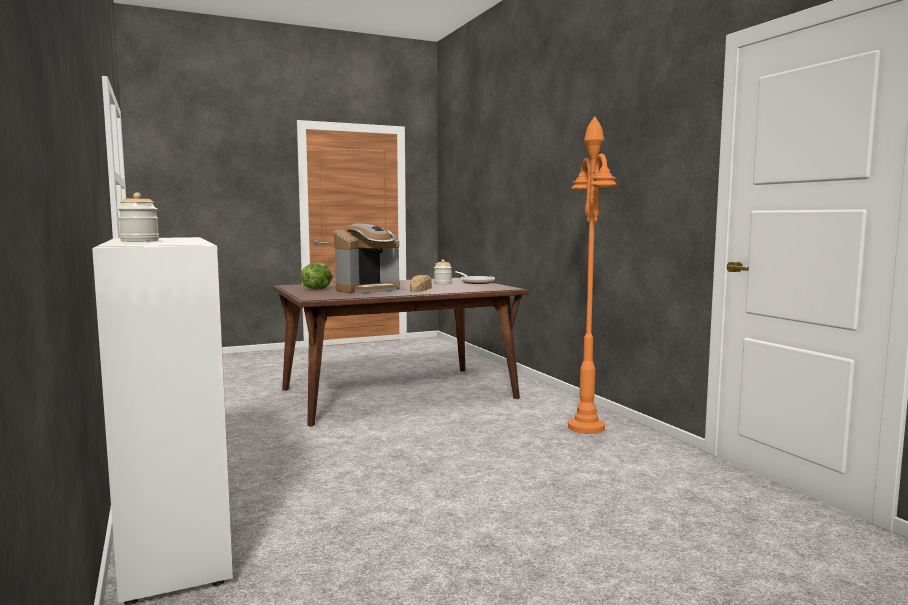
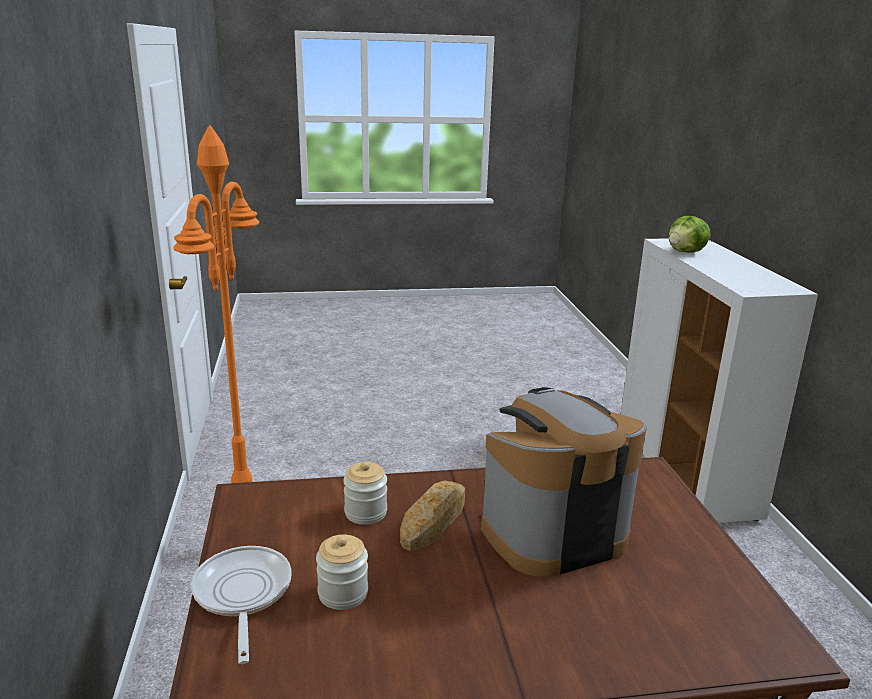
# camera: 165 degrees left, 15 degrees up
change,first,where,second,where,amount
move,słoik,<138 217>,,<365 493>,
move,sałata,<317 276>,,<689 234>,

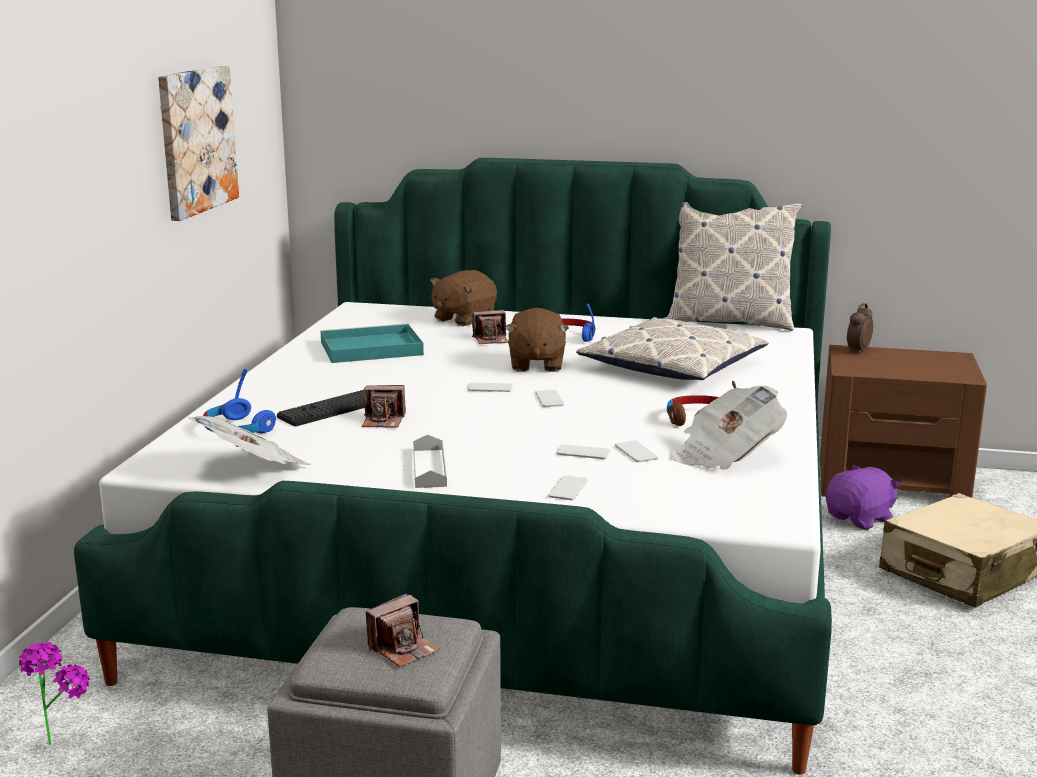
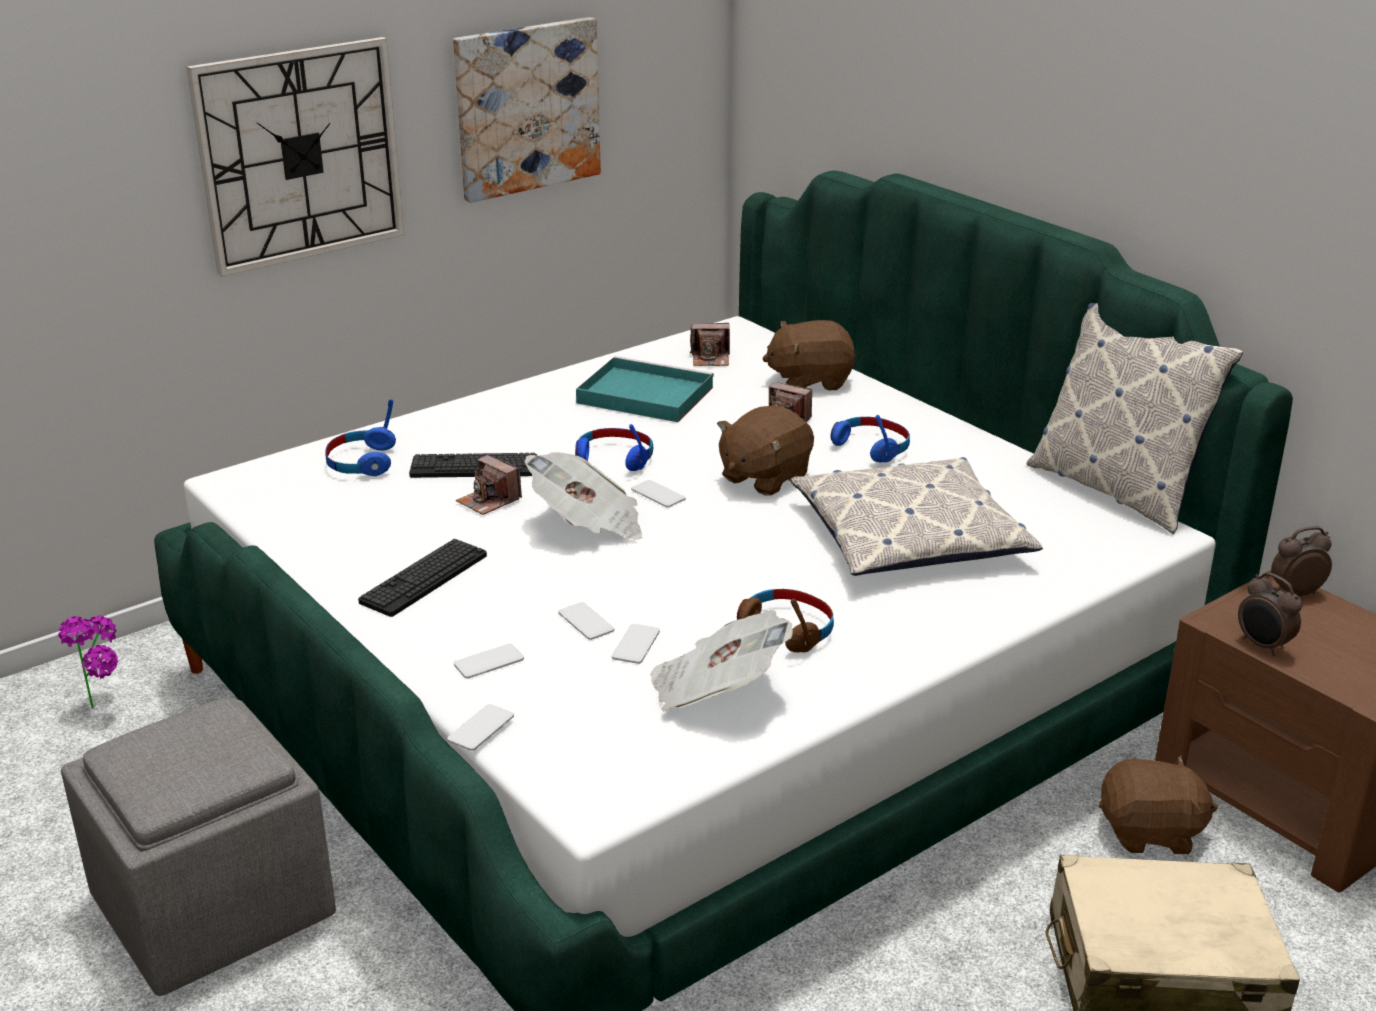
# camera: 40 degrees right, 10 degrees up
change,first,where,second,where,amount
move,telefon,<550 398>,,<480 727>,
move,gazeta,<250 440>,,<583 496>,
replace,taca (szary),<430 461>,klawiatura,<422 577>,
recolor,pluszak (fioletowy),<863 497>,pluszak (brązowy),<1158 804>,
move,aparat fotograficzny,<403 630>,,<710 344>,
insert,,,zegar ścienny,<295 157>,
insert,,,słuchawki (niebieski),<614 447>,
insert,,,budzik,<1270 614>,

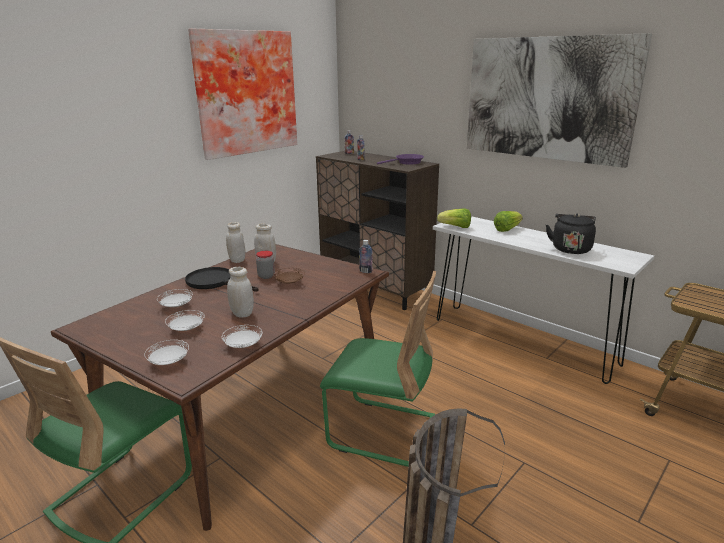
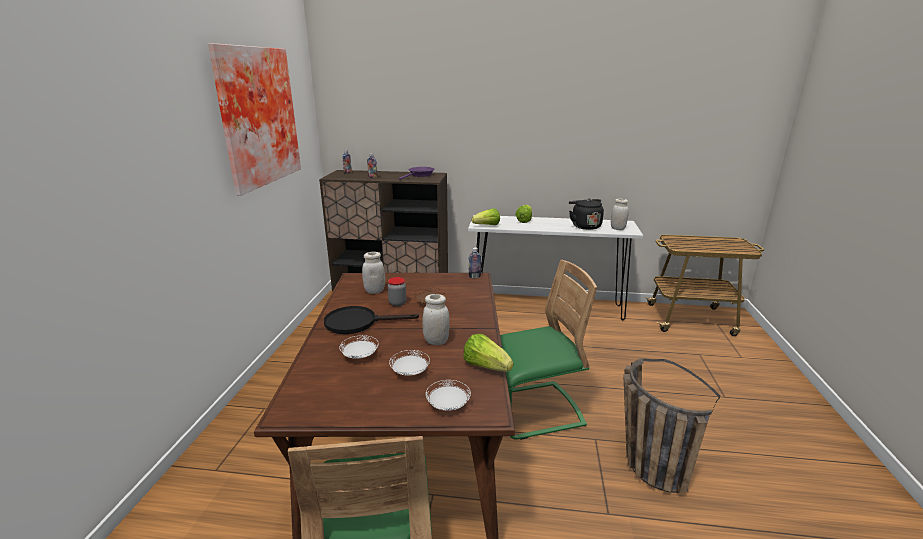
# camera: 35 degrees left, 0 degrees up
change,first,where,second,where,amount
delete,obraz,<559 100>,,,
move,słoik (biały),<235 242>,,<620 214>,
replace,talerz (biały),<242 336>,sałata,<488 353>,

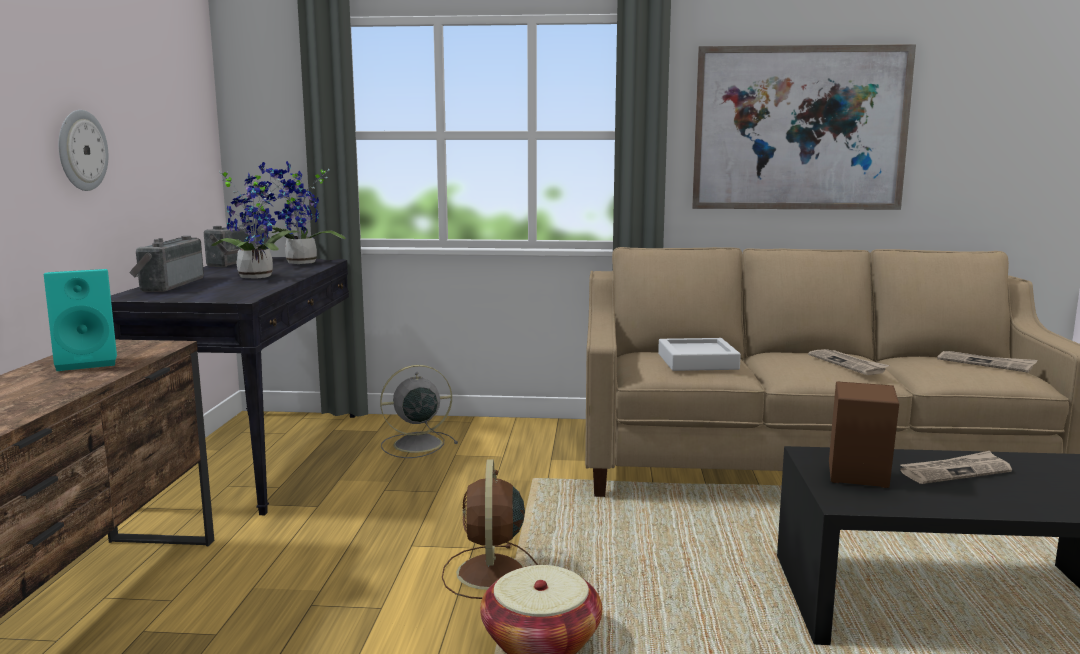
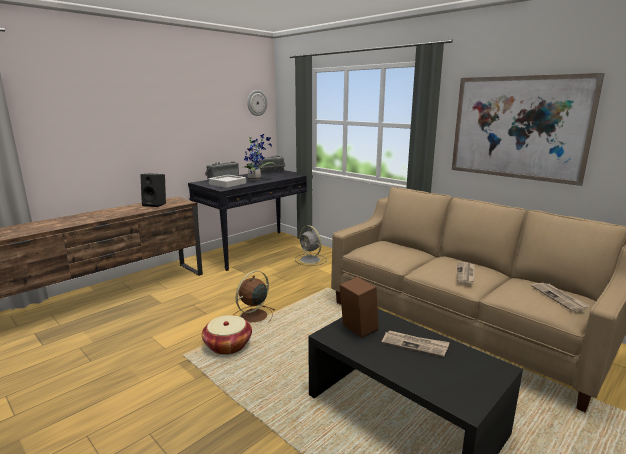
# camera: 40 degrees right, 5 degrees up
change,first,where,second,where,amount
move,zegar ścienny,<83 150>,,<257 103>,
delete,roślina doniczkowa,<303 212>,,,
recolor,głośnik (turkusowy),<80 320>,głośnik (czarny),<153 190>,
move,taca (szary),<699 354>,,<227 181>,
rotate,wentylator (szary),<419 411>,,<311 245>,150 degrees counterclockwise

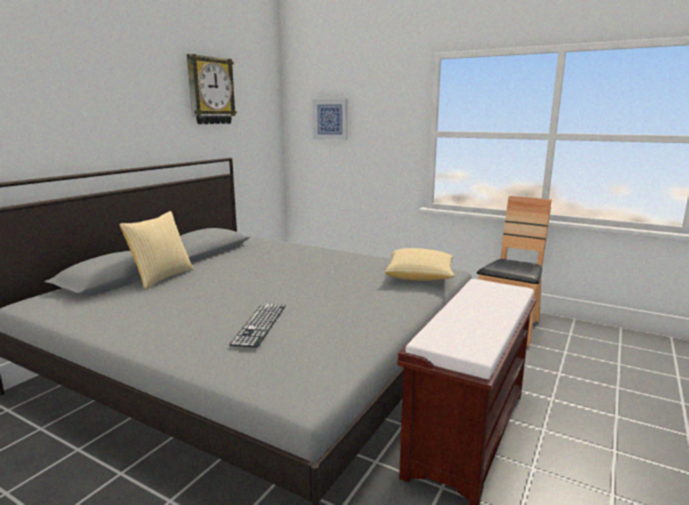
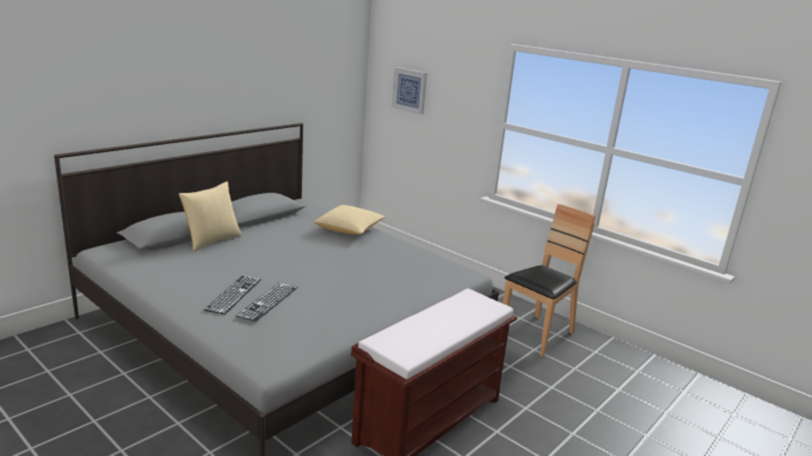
# camera: 10 degrees right, 5 degrees up
change,first,where,second,where,amount
delete,zegar ścienny,<212 89>,,,
move,poduszka,<420 264>,,<350 220>,
insert,,,klawiatura,<232 295>,

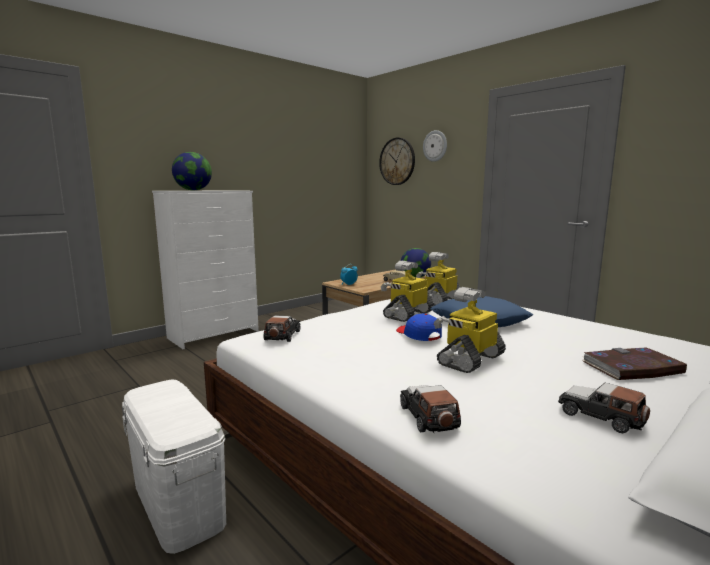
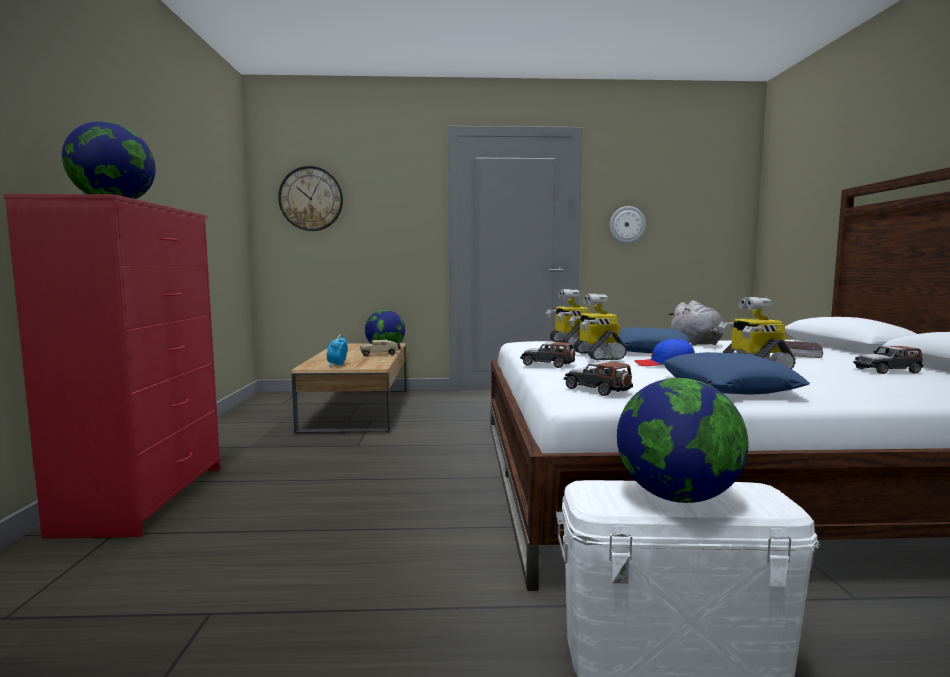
# camera: 50 degrees left, 5 degrees down
change,first,where,second,where,amount
move,zegar ścienny,<435 146>,,<627 225>,
recolor,komoda (biały),<205 270>,komoda (czerwony),<112 366>,
move,samochodzik,<430 409>,,<547 355>,
insert,,,pluszak (szary),<696 323>,
insert,,,poduszka (niebieski),<736 373>,
insert,,,globus,<682 440>,

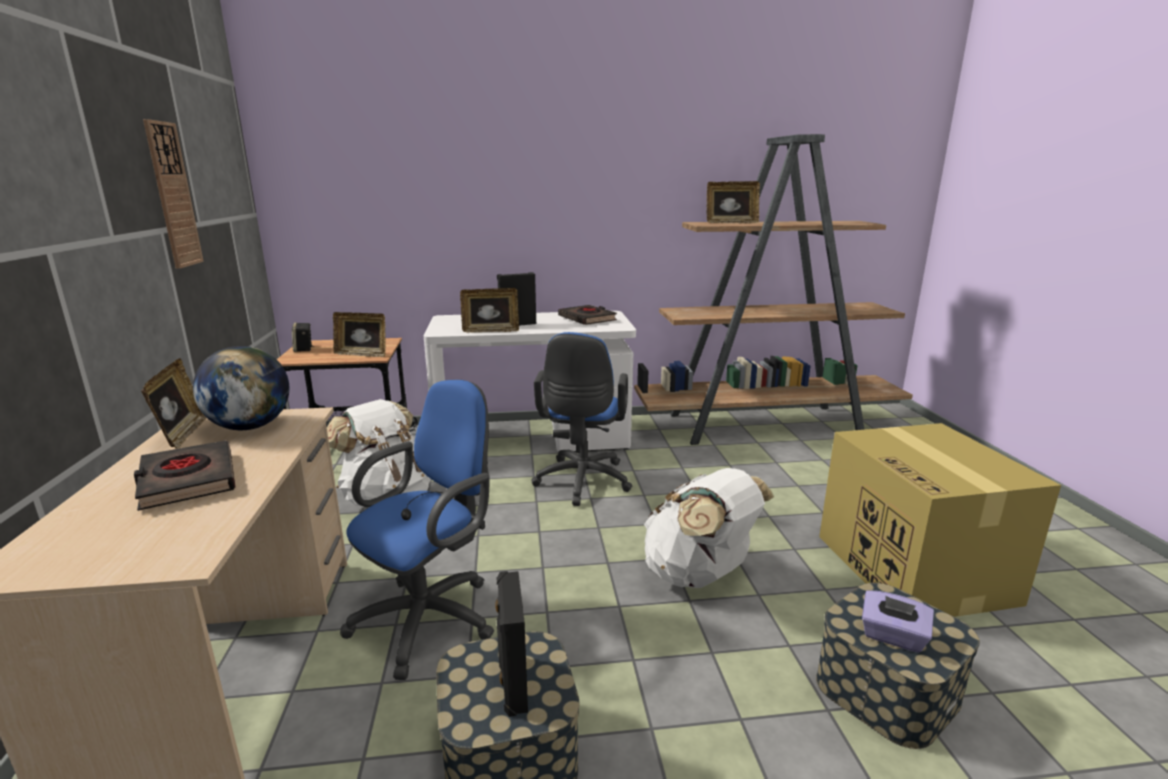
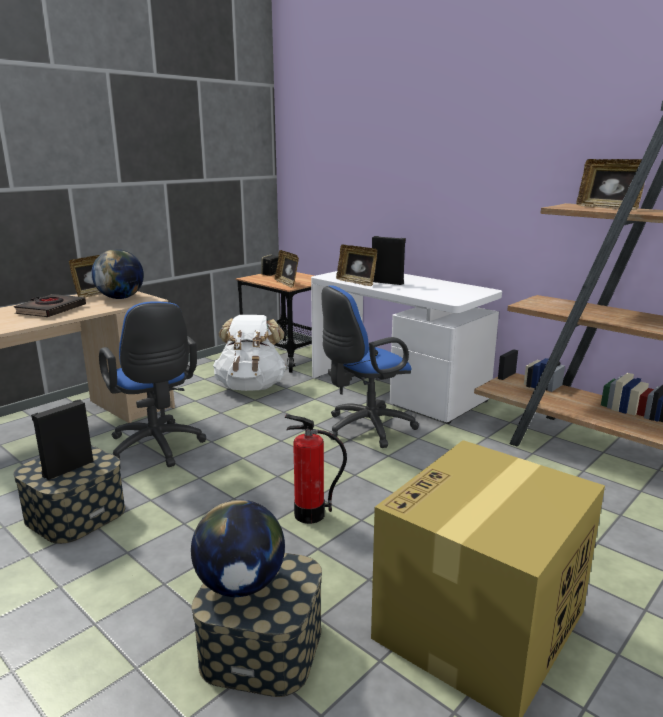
# camera: 50 degrees right, 0 degrees up
change,first,where,second,where,amount
delete,zegar ścienny,<173 194>,,,
delete,książka (czarny),<587 315>,,,
rotate,krzesło biurowe (niebieski),<417 530>,,<153 384>,60 degrees clockwise
replace,plecak (biały),<709 528>,gaśnica,<316 469>,
replace,pudełko chusteczek (fioletowy),<898 622>,globus,<238 548>,

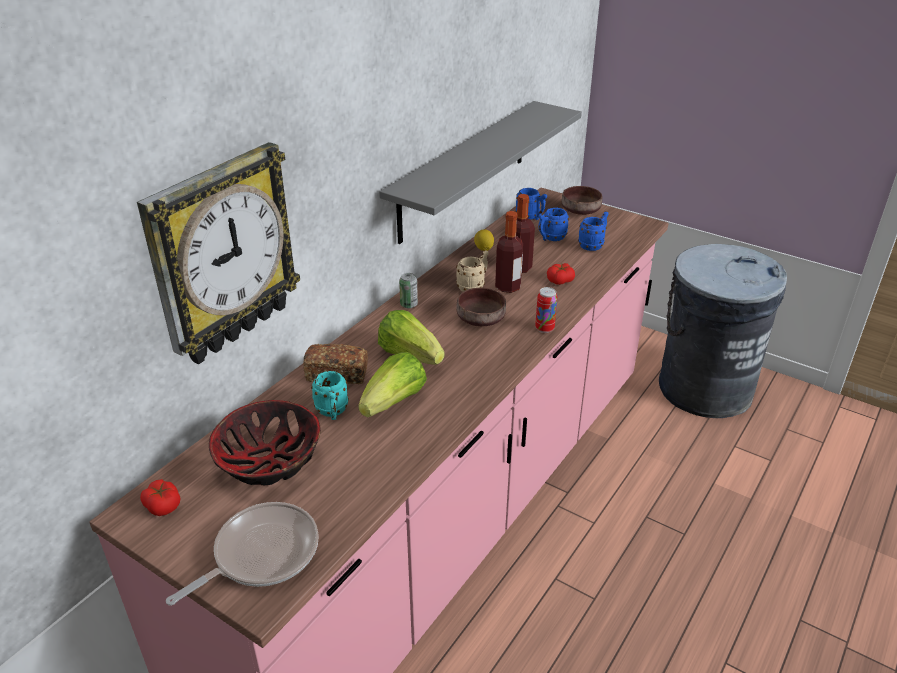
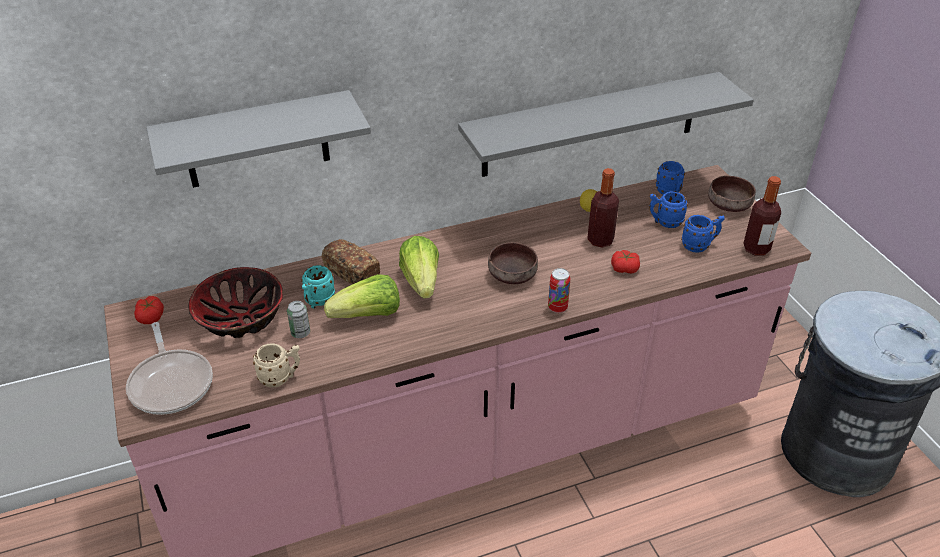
# camera: 35 degrees right, 5 degrees up
change,first,where,second,where,amount
replace,zegar ścienny,<218 253>,półka (szary),<258 139>,
move,butelka,<509 252>,,<762 215>,
move,kubek (beżowy),<472 271>,,<276 365>,
move,puszka,<408 290>,,<298 319>,
rotate,patelnia,<242 554>,,<169 368>,75 degrees clockwise

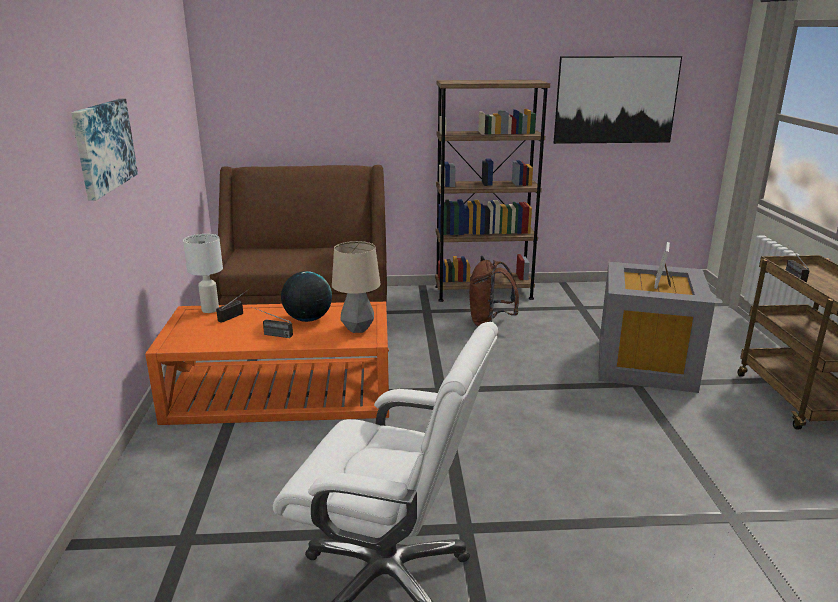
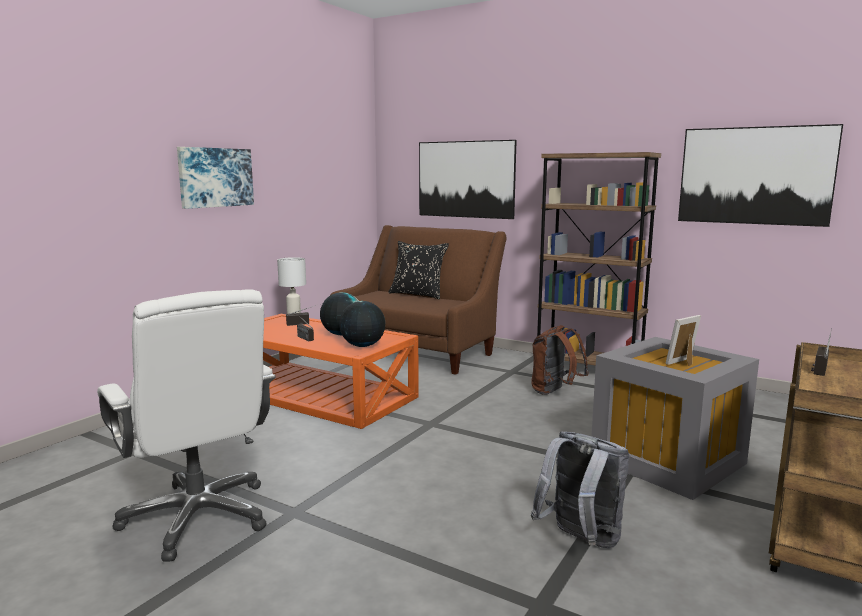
# camera: 35 degrees right, 10 degrees down
change,first,where,second,where,amount
replace,lampa stołowa,<356 287>,globus,<362 324>,
insert,,,obraz,<468 179>,
insert,,,poduszka (czarny),<418 270>,
insert,,,plecak (szary),<580 490>,

